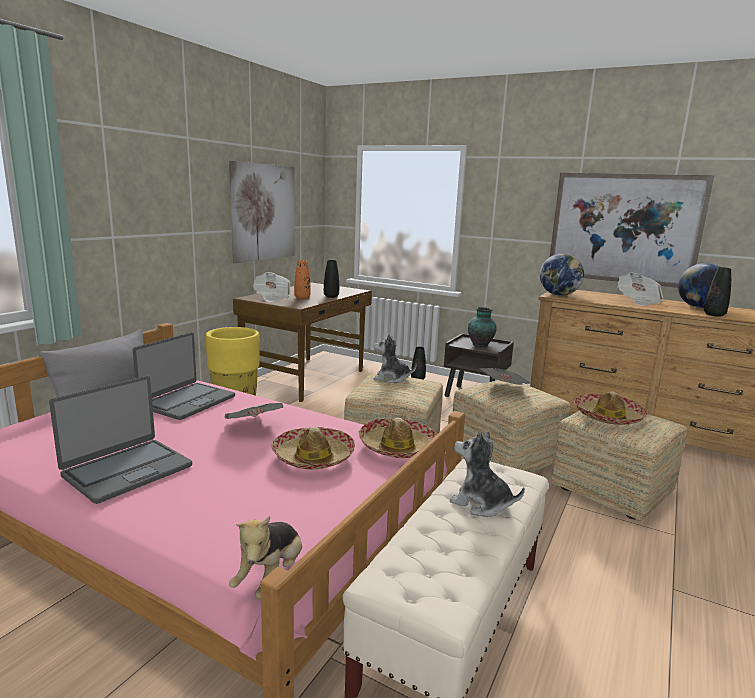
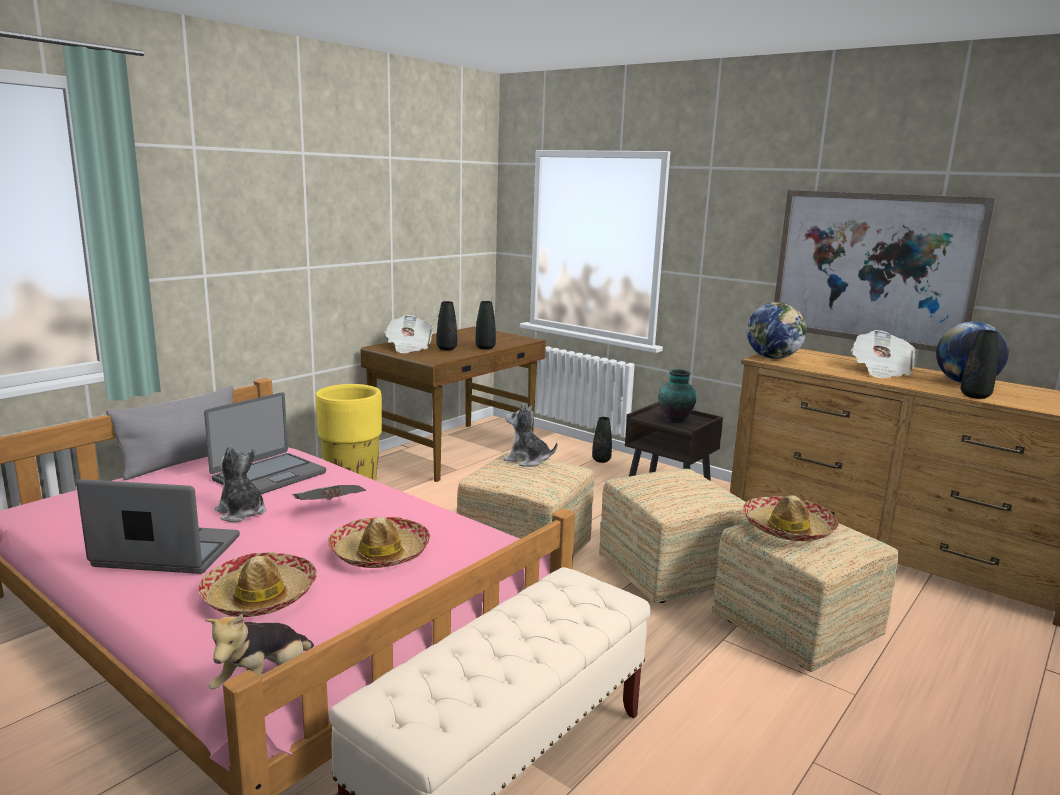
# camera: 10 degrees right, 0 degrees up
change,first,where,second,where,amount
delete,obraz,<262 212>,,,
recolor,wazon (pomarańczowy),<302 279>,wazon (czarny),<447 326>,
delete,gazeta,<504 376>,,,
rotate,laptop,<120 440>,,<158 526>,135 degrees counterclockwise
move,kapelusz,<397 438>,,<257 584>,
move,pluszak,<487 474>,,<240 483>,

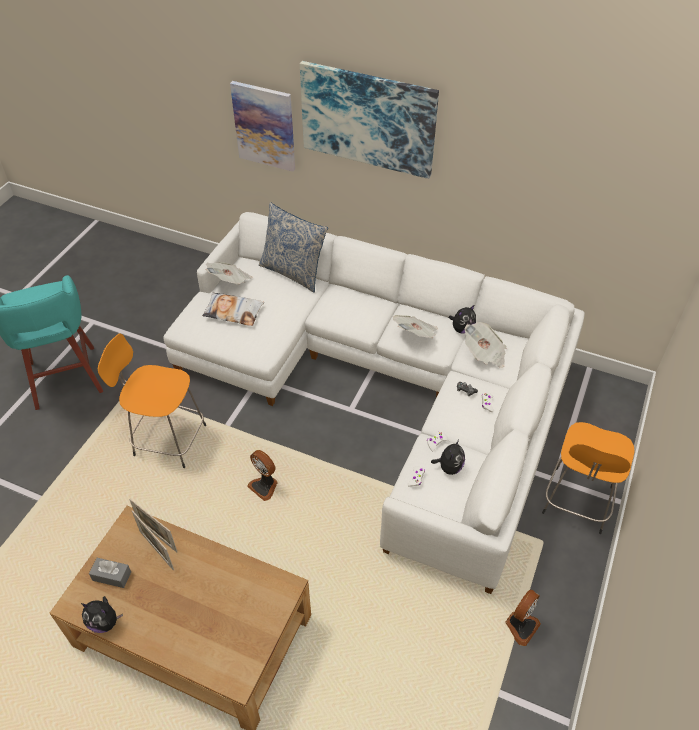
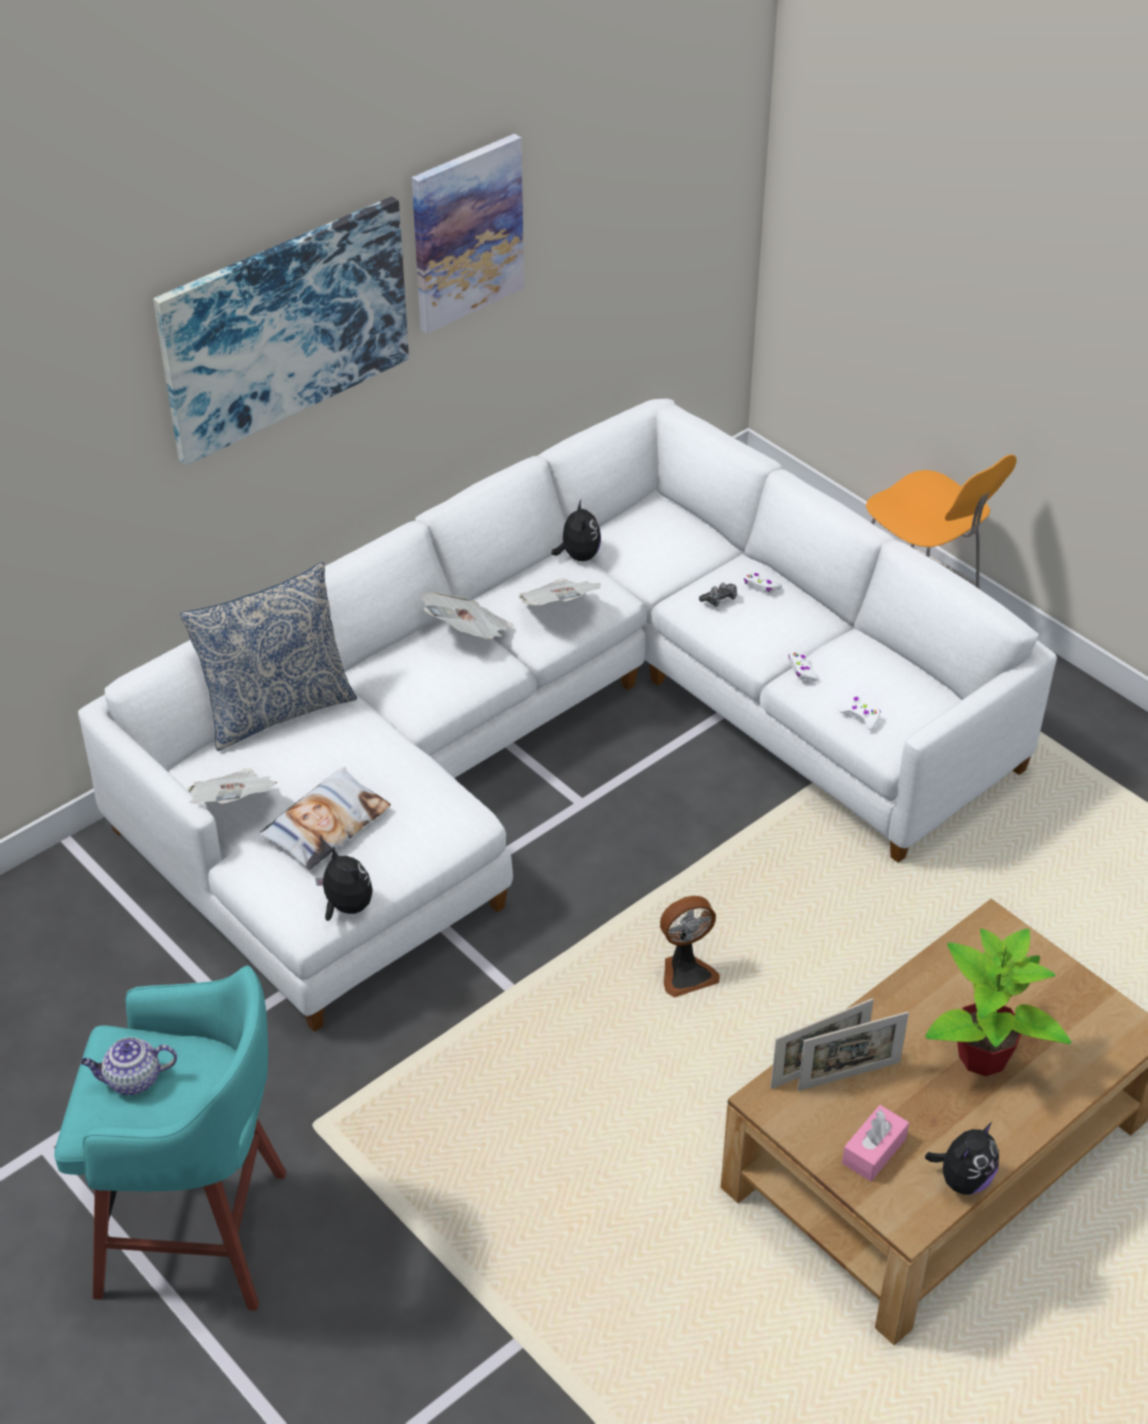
# camera: 65 degrees left, 5 degrees down
change,first,where,second,where,amount
move,obraz,<262 126>,,<468 234>,
move,gazeta,<485 345>,,<467 616>,
delete,stołek (pomarańczowy),<152 400>,,,
move,pluszak,<448 457>,,<344 883>,
recolor,pudełko chusteczek (szary),<110 573>,pudełko chusteczek (różowy),<875 1143>,
delete,wentylator,<523 618>,,,
insert,,,roślina doniczkowa,<998 1002>,
insert,,,imbryk,<128 1066>,

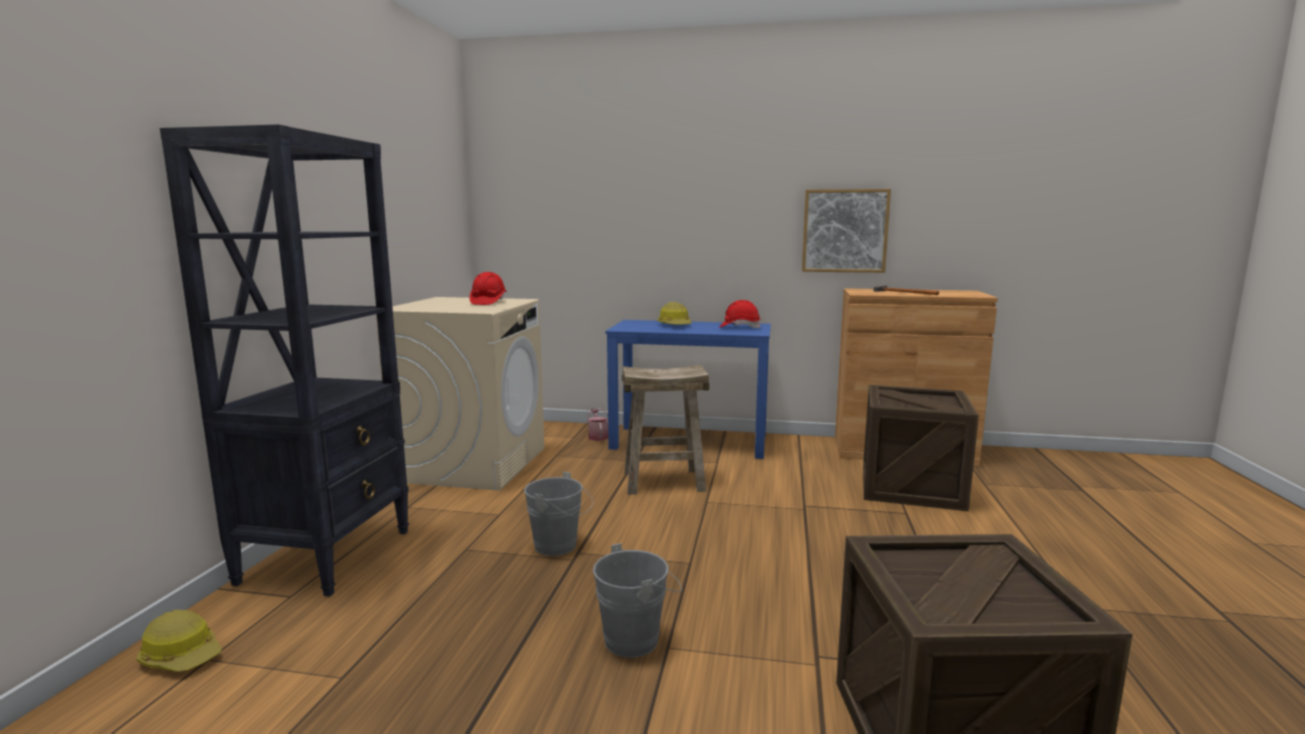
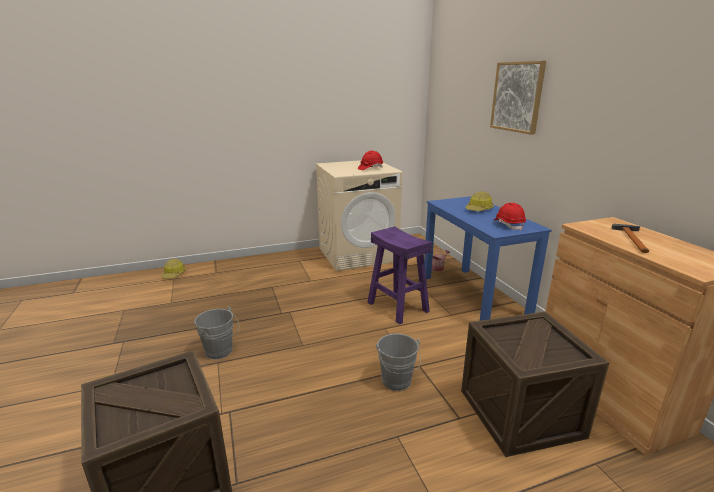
# camera: 60 degrees right, 10 degrees up
change,first,where,second,where,amount
delete,regał (czarny),<284 360>,,,
move,obraz,<846 231>,,<518 98>,
recolor,stołek (beżowy),<666 430>,stołek (fioletowy),<399 275>,
move,wiadro (szary),<558 514>,,<398 362>,

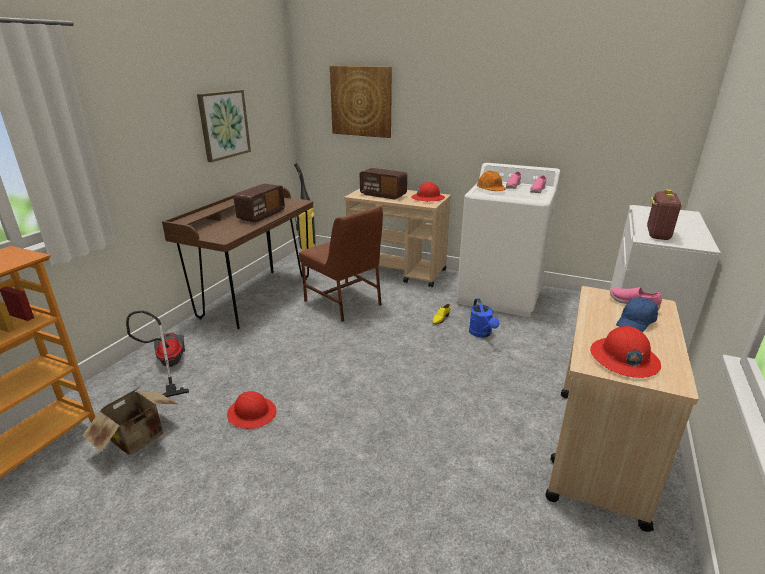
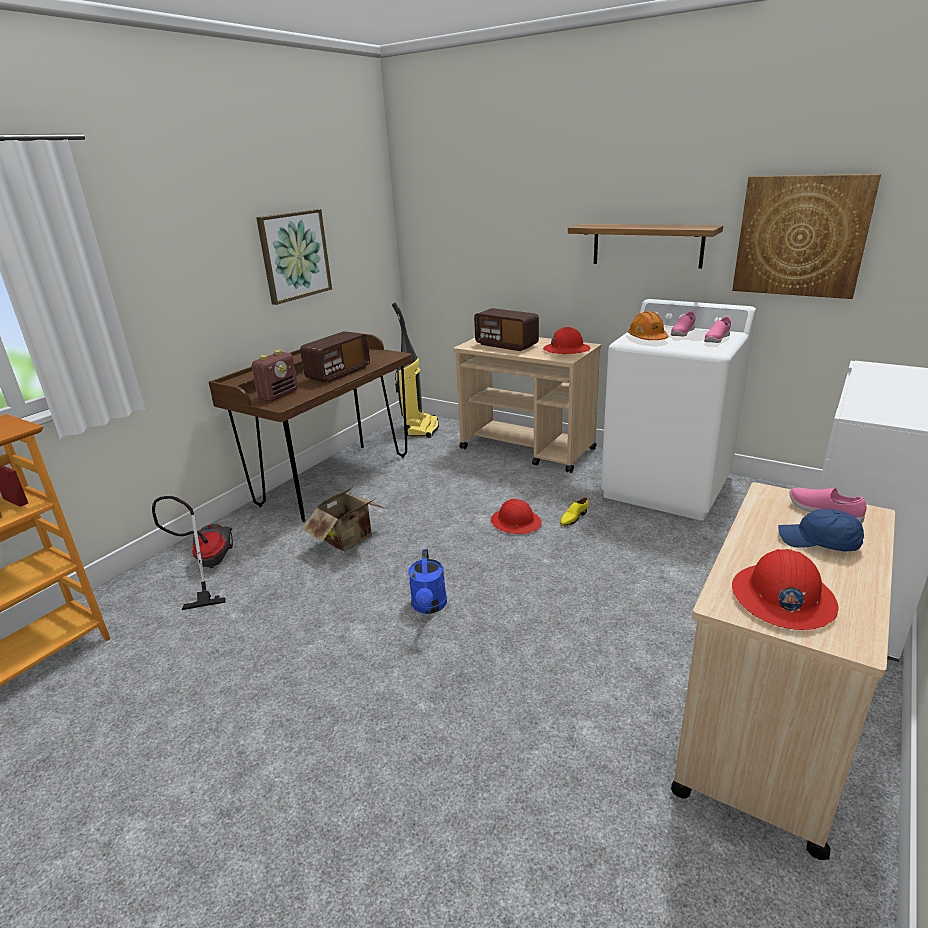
# camera: 10 degrees right, 0 degrees up
change,first,where,second,where,amount
move,obraz,<361 102>,,<806 236>,
move,radio,<664 214>,,<275 375>,
delete,krzesło (brązowy),<341 263>,,,
move,konewka (niebieski),<484 318>,,<427 581>,
rotate,czapka z daszkiem (niebieski),<637 315>,,<821 530>,60 degrees clockwise
move,karton,<129 421>,,<344 519>,
move,kask (czerwony),<252 410>,,<516 516>,
insert,,,półka,<645 246>,

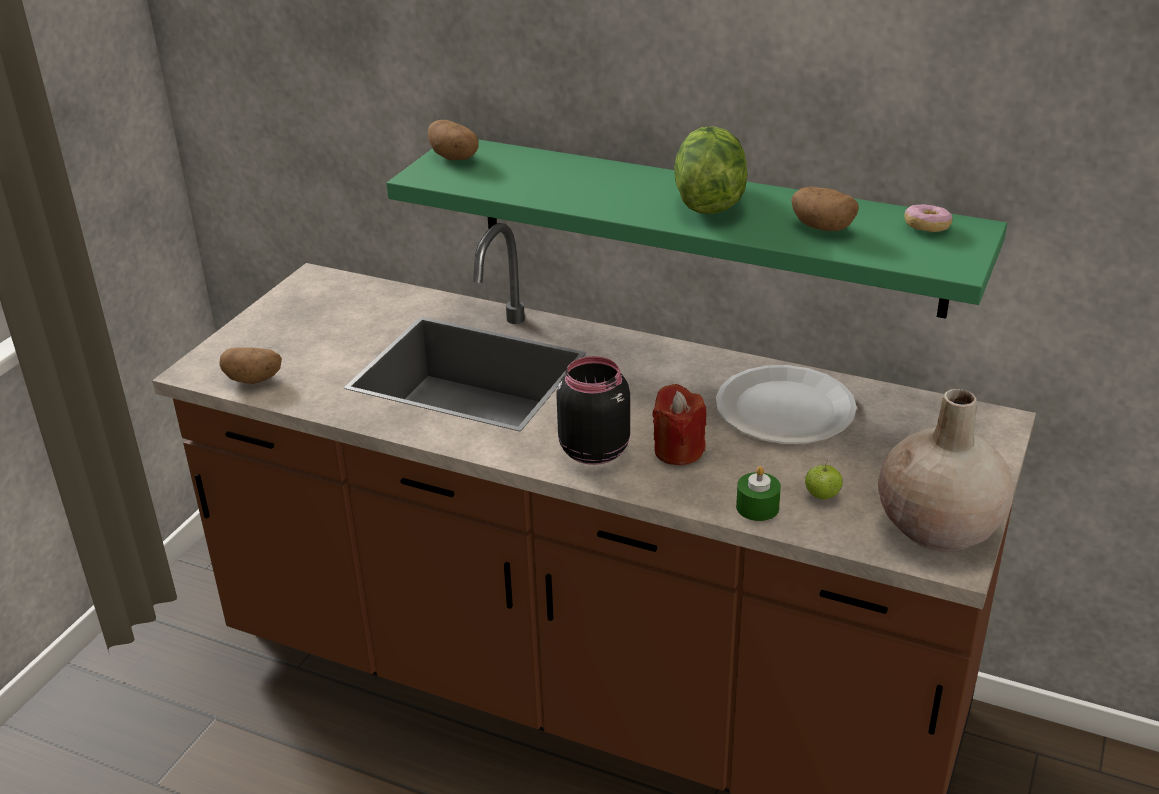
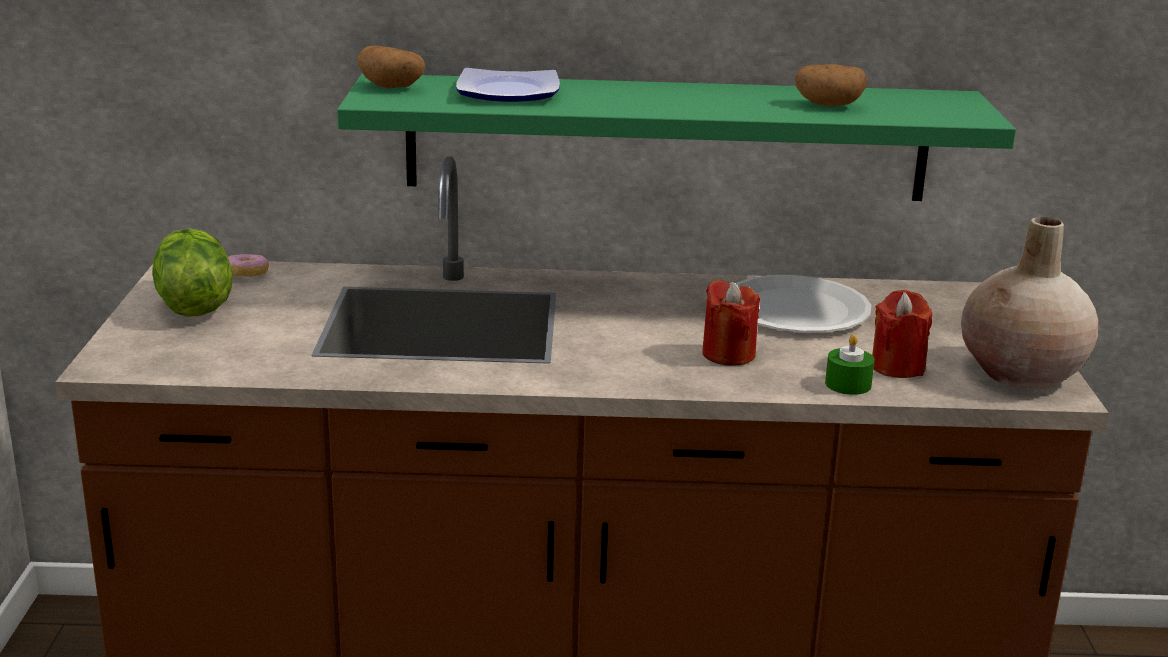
# camera: 25 degrees left, 10 degrees down
change,first,where,second,where,amount
move,sałata,<711 170>,,<192 272>,
move,donut,<928 218>,,<248 265>,
delete,ziemniak,<250 365>,,,
delete,słoik (czarny),<593 410>,,,
replace,jabłko,<824 480>,świeca (czerwony),<902 334>,
insert,,,talerz,<508 85>,

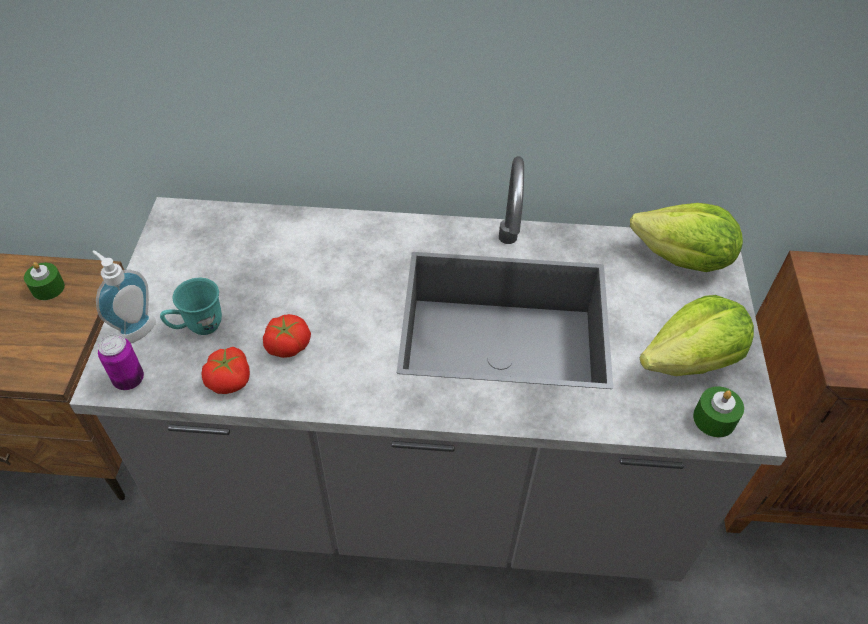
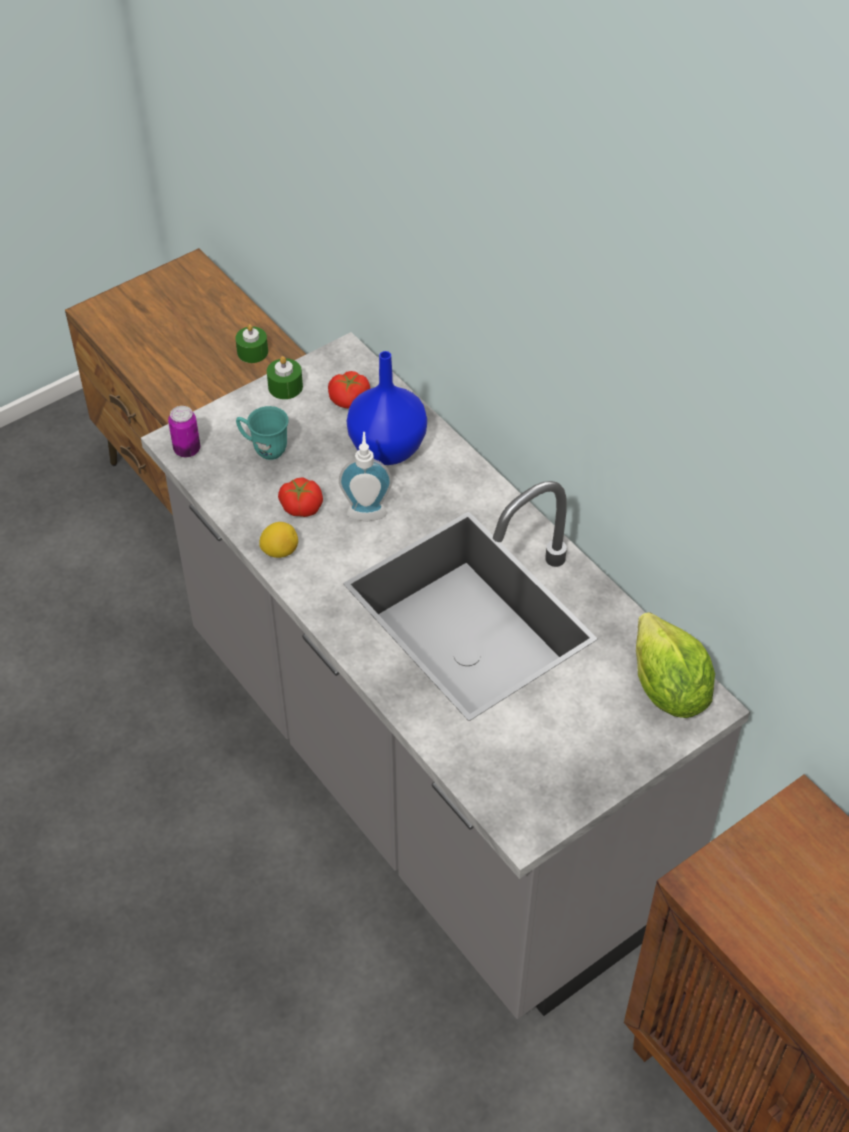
# camera: 50 degrees right, 0 degrees up
change,first,where,second,where,amount
move,dozownik mydła,<124 296>,,<365 477>,
delete,sałata,<696 335>,,,
move,pomidor,<226 370>,,<349 389>,
move,świeca (zielony),<718 411>,,<285 377>,
insert,,,wazon (niebieski),<387 408>,
insert,,,cytryna,<278 540>,

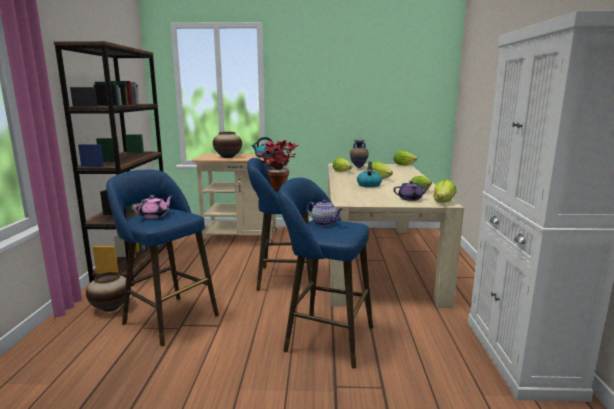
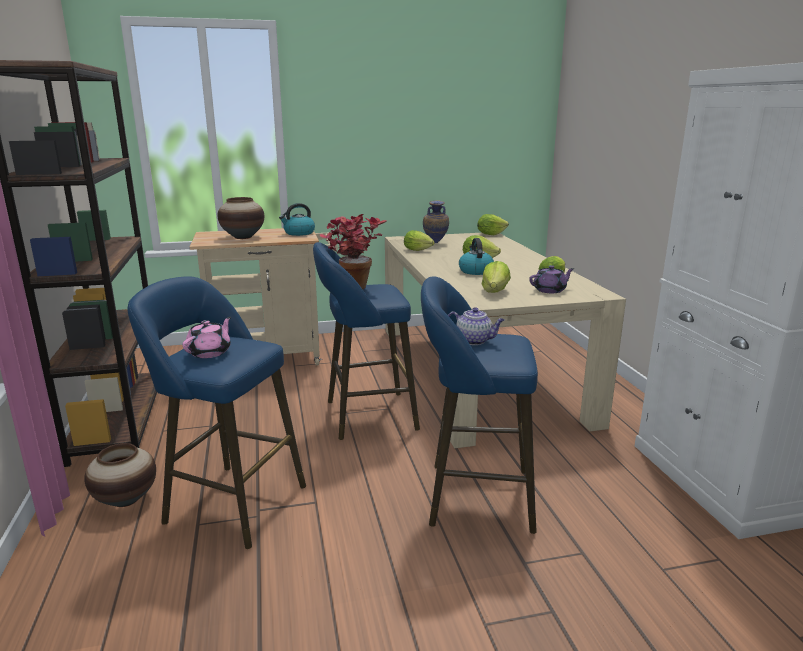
# camera: 15 degrees left, 5 degrees up
change,first,where,second,where,amount
move,sałata,<444 191>,,<496 277>,

